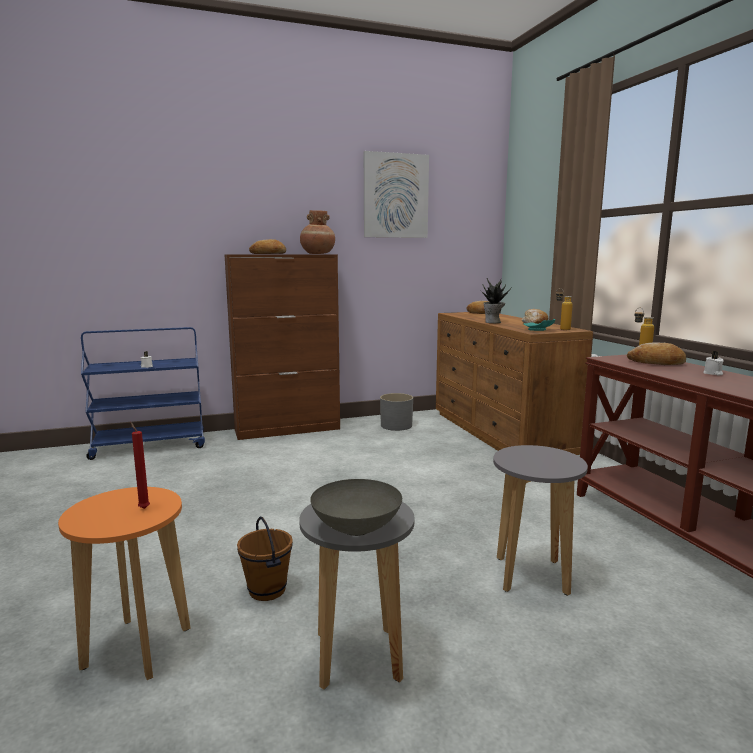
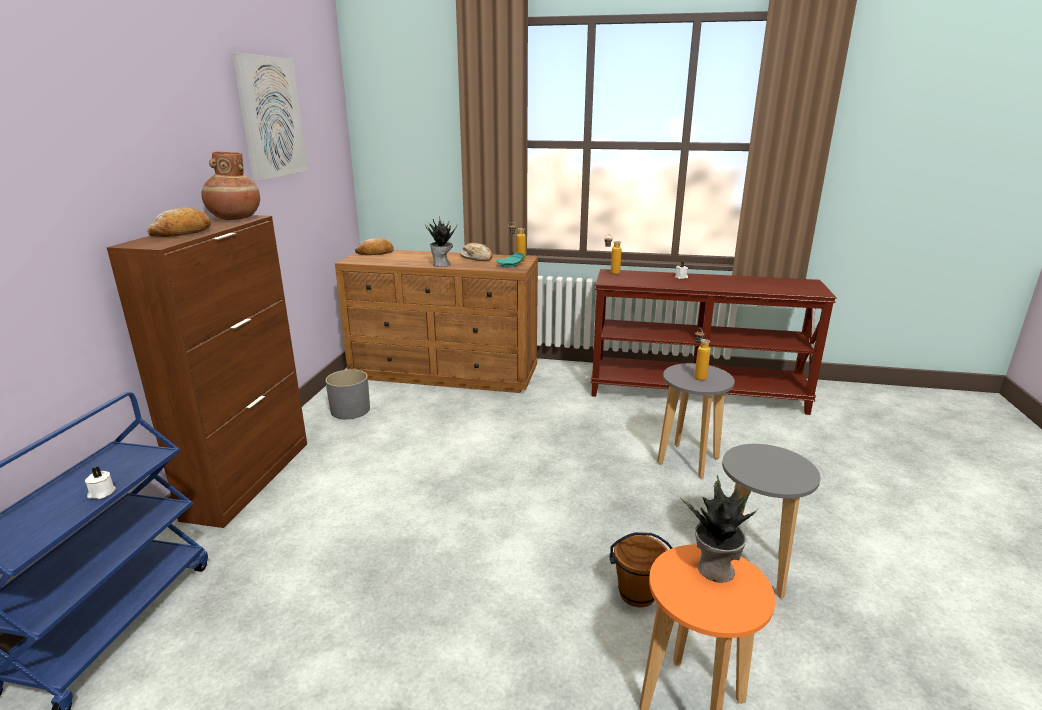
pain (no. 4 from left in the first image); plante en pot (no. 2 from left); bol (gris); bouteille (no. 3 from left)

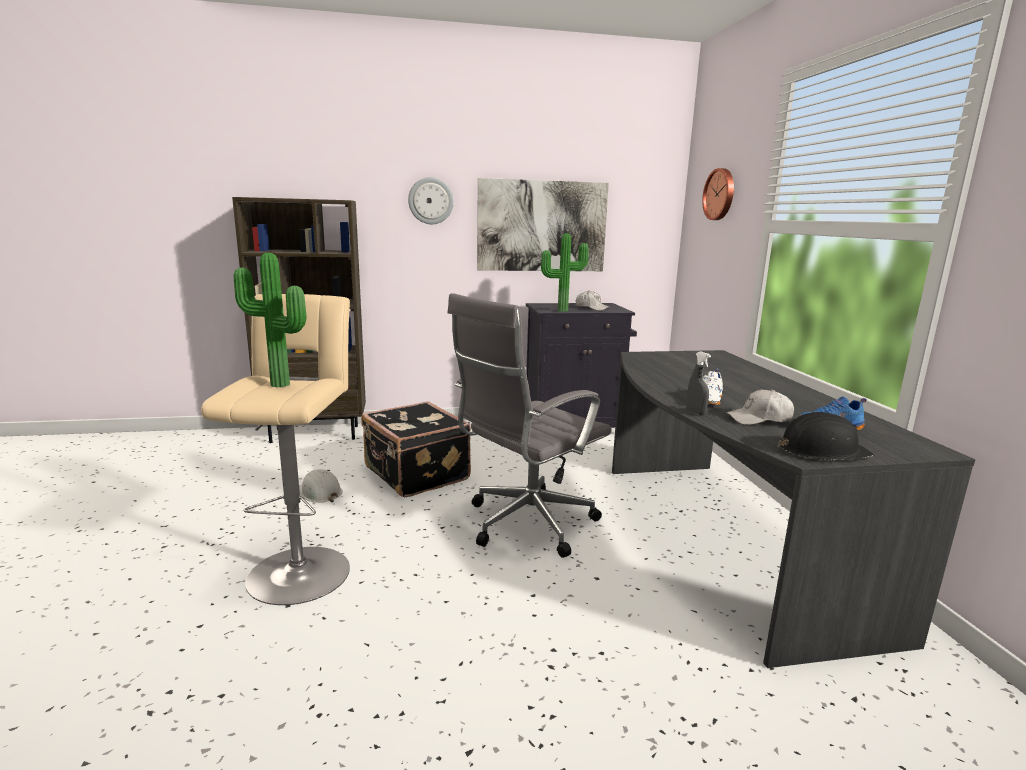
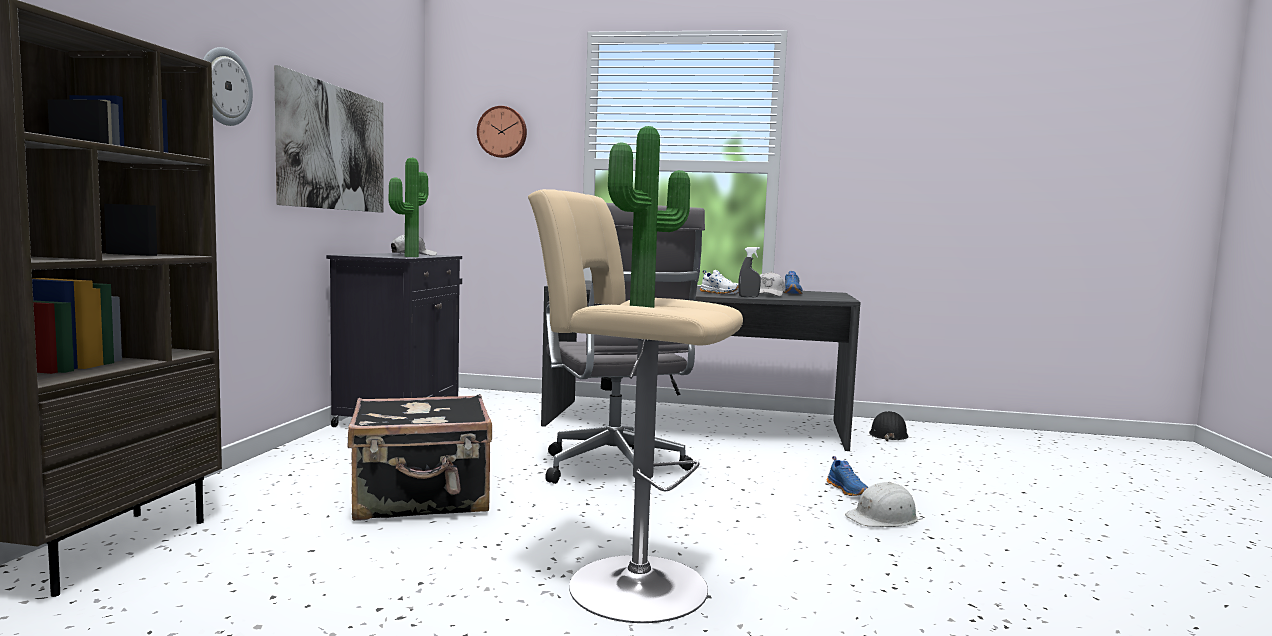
casque de chantier (noir); casque de chantier (blanc); chaussure (bleu) (no. 2 from left)

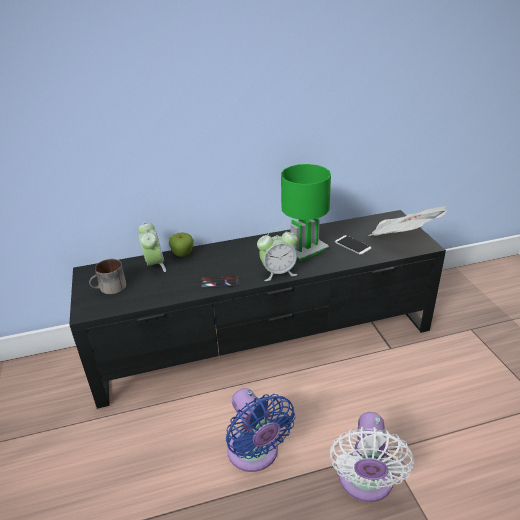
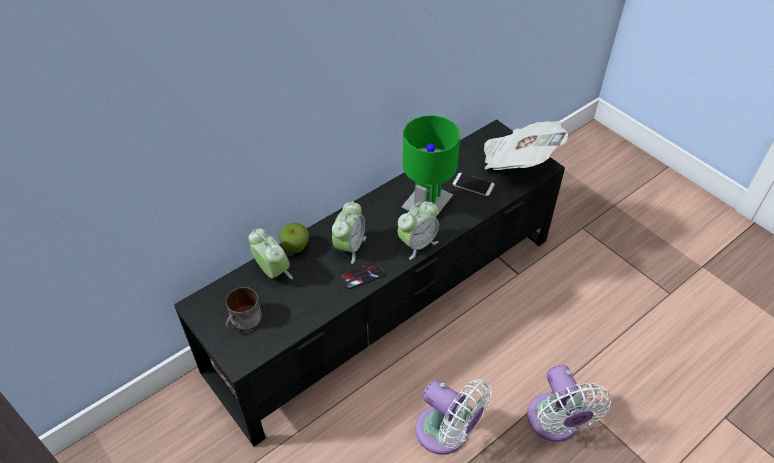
ventilateur (blanc) (no. 1 from left); réveil (no. 2 from left)

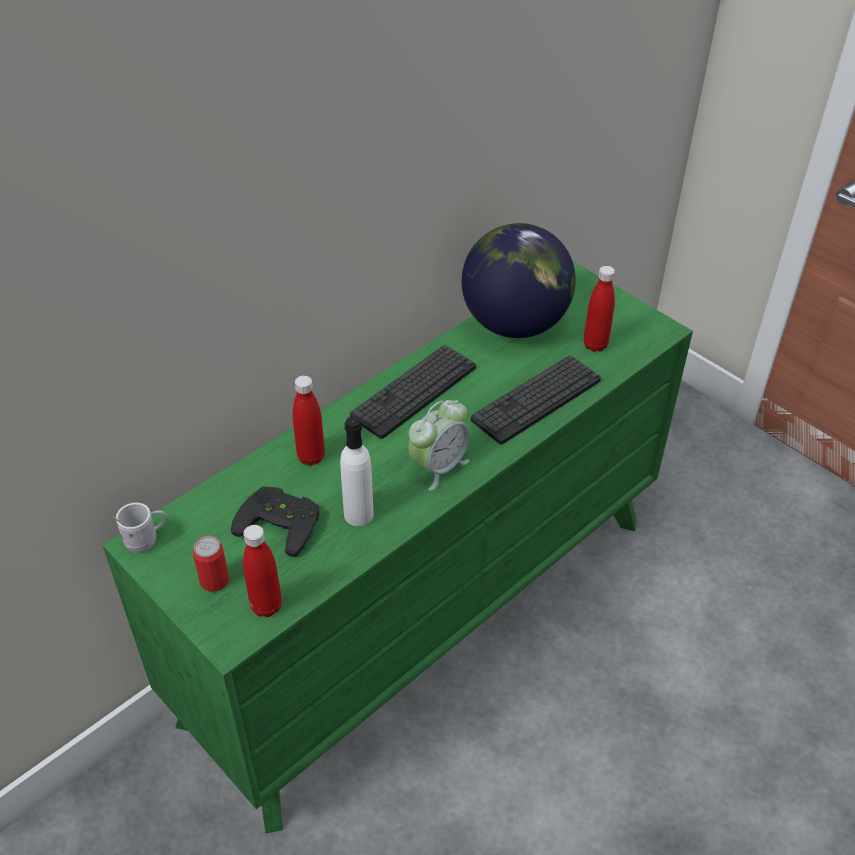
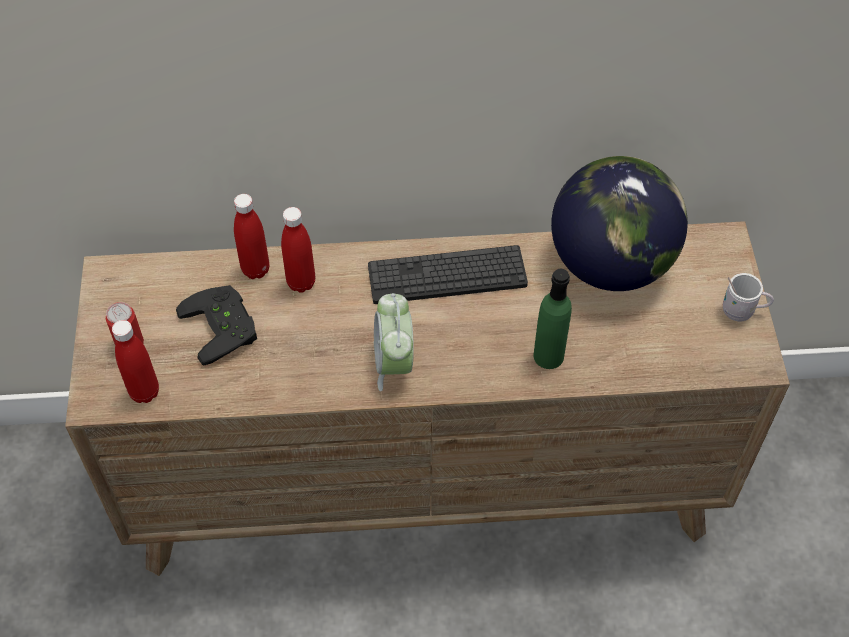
commode (marron); bouteille (rouge) (no. 2 from left); bouteille (vert); réveil; bouteille (blanc); mug (blanc)

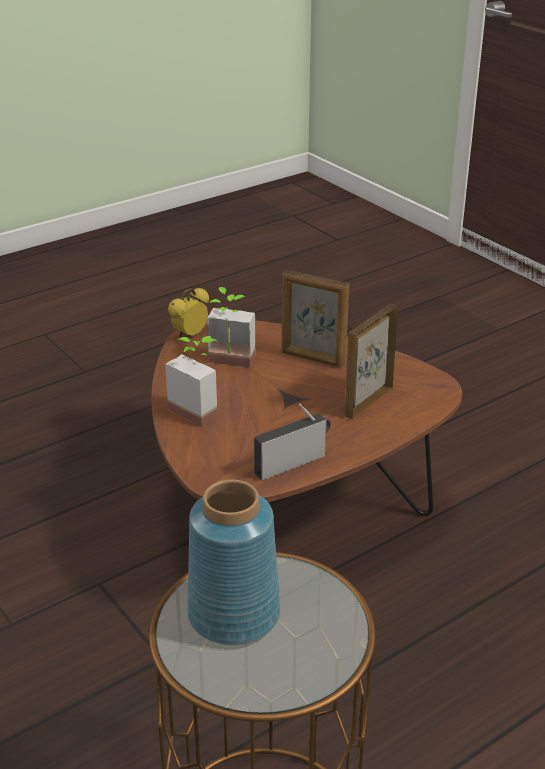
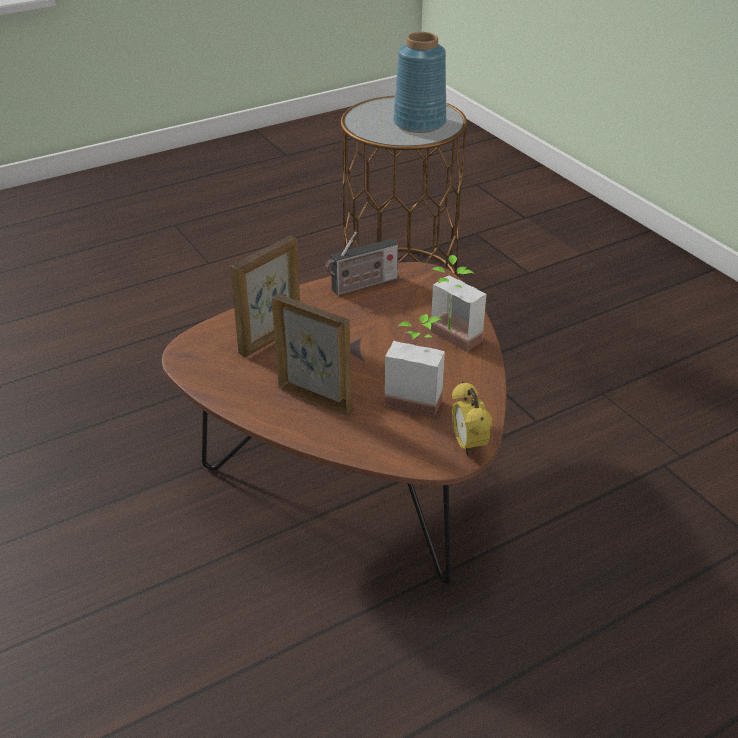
réveil

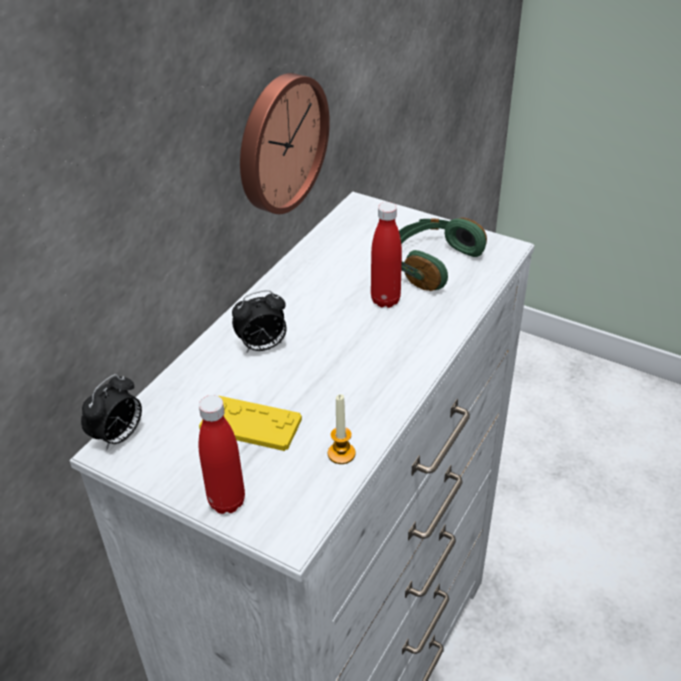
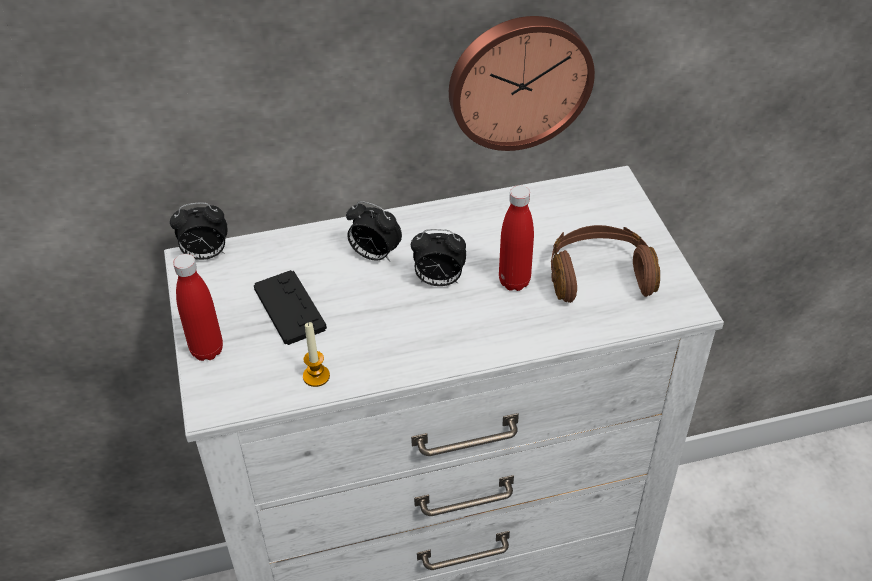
casque audio (marron); manette (noir); réveil (no. 3 from left)

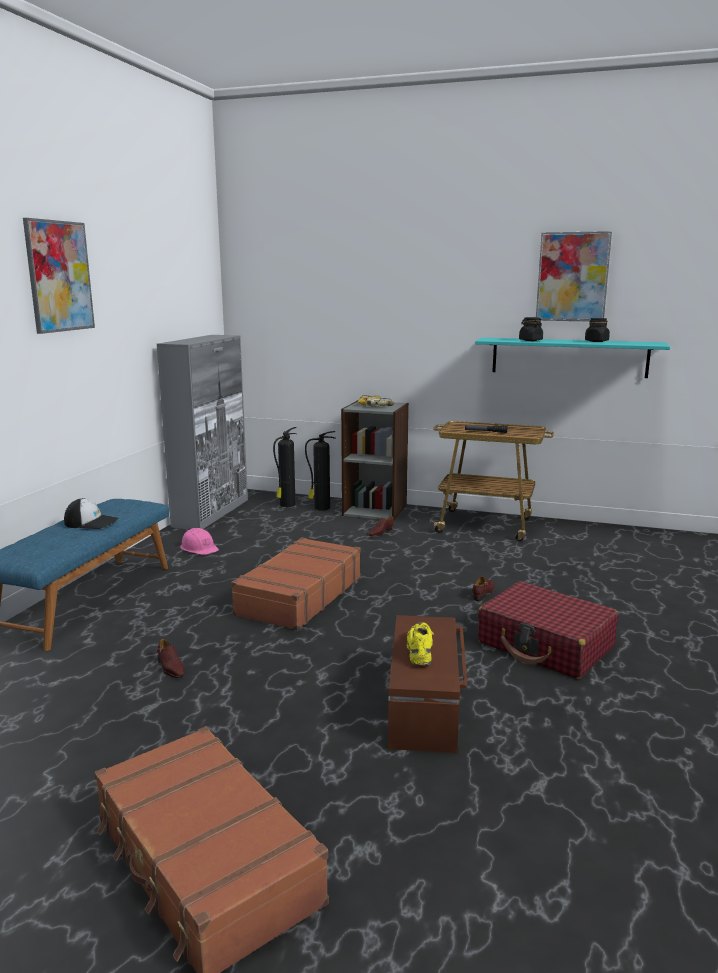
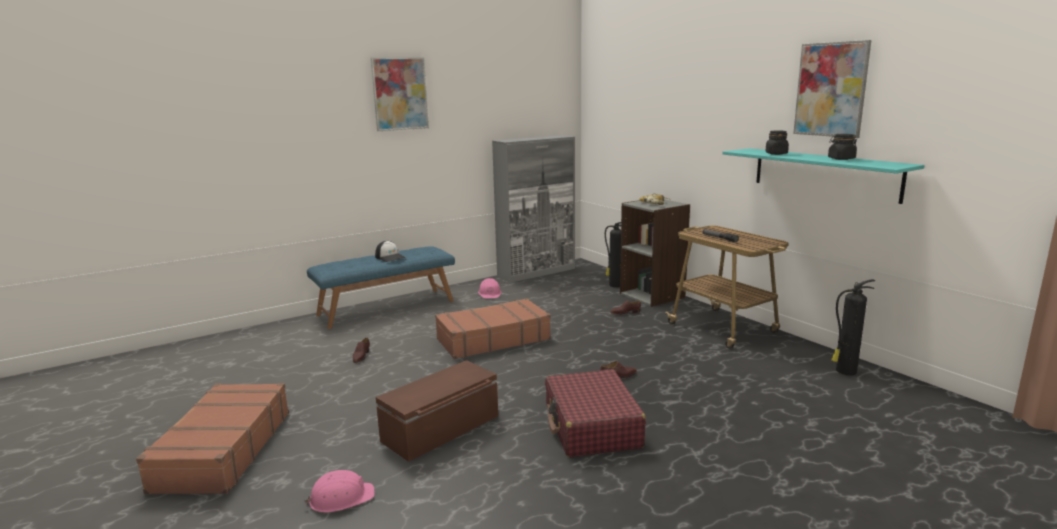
extincteur (no. 2 from left); chaussure (jaune); casque de chantier (rose) (no. 1 from left)

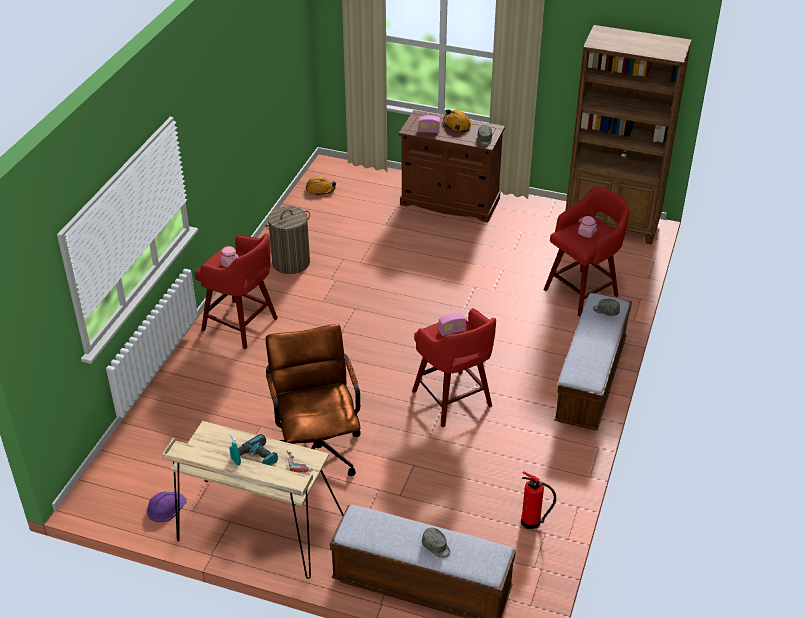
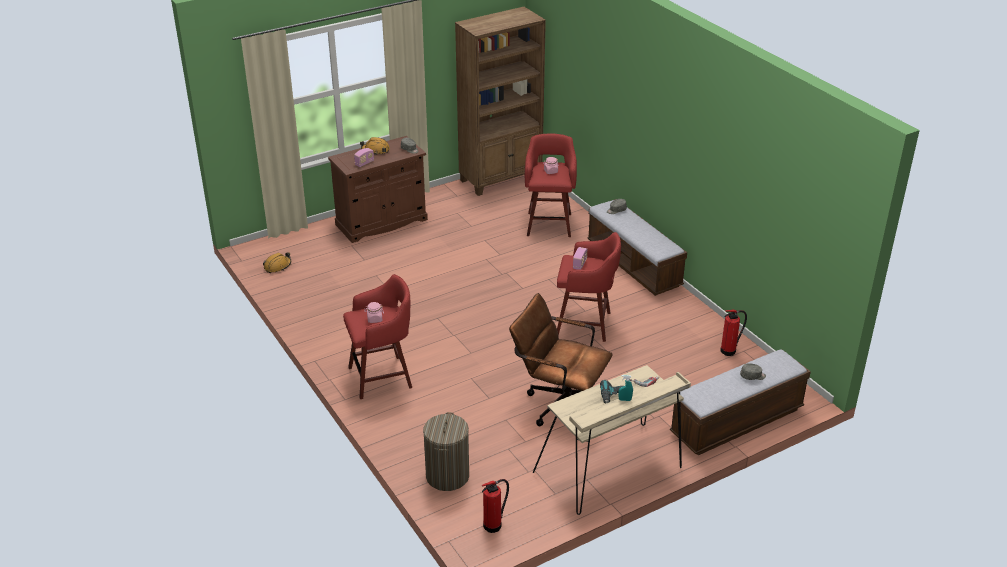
panier à linge; casque de chantier (violet); extincteur (no. 1 from left)

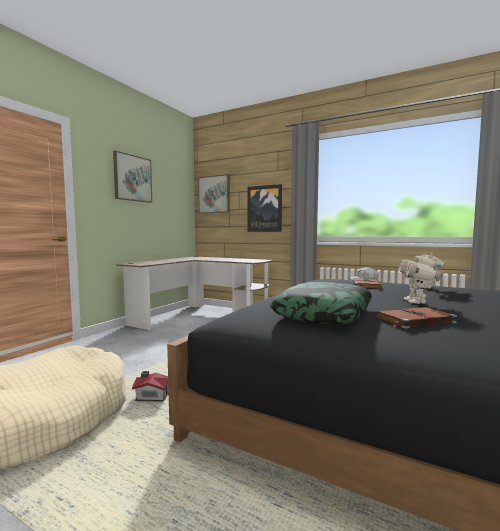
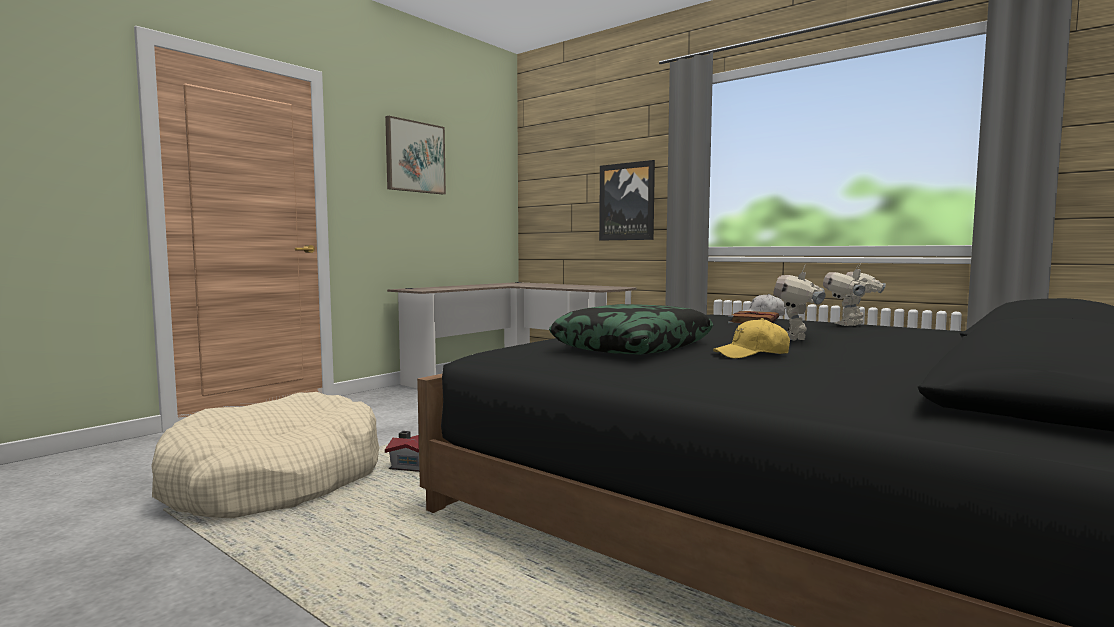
tableau (no. 2 from left in the first image); casquette (jaune)

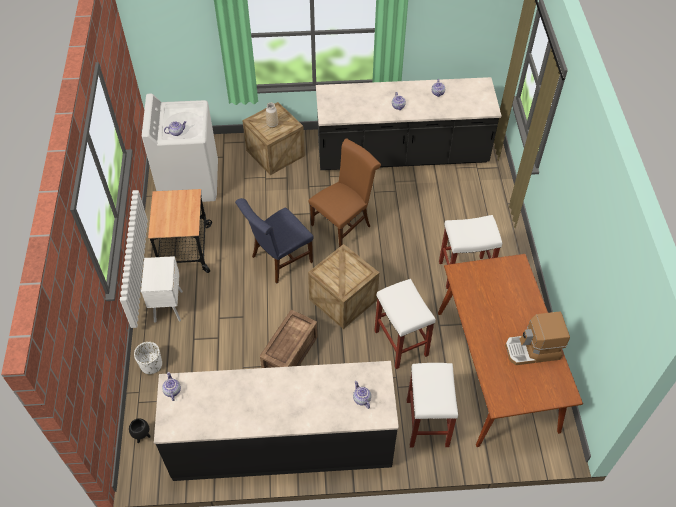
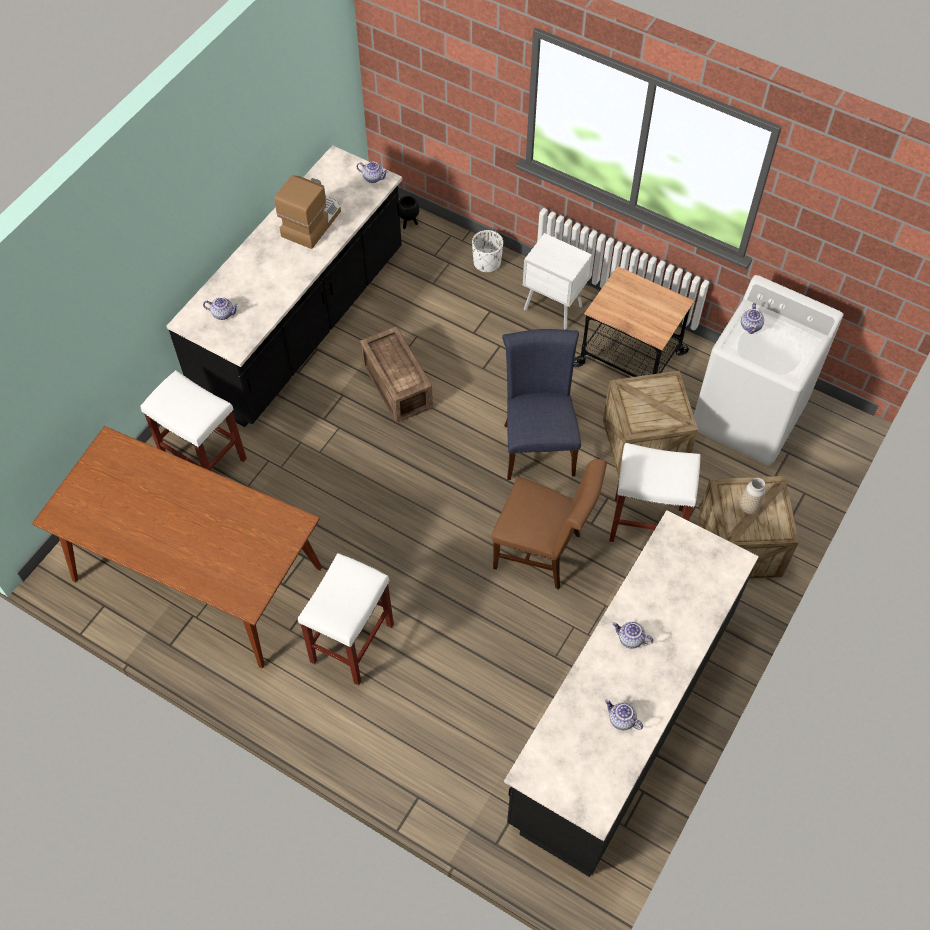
chaise (marron); caisse (no. 2 from left); tabouret (blanc) (no. 3 from left); machine à café

